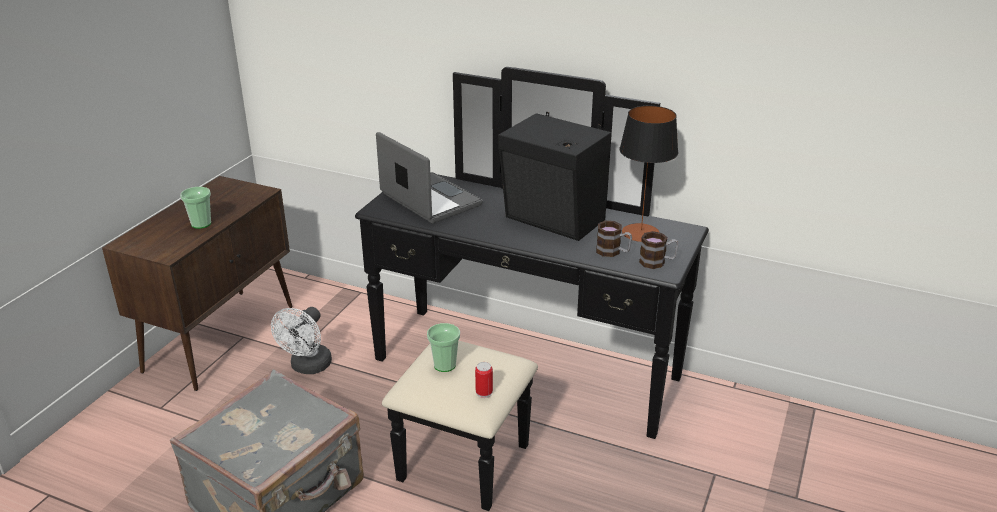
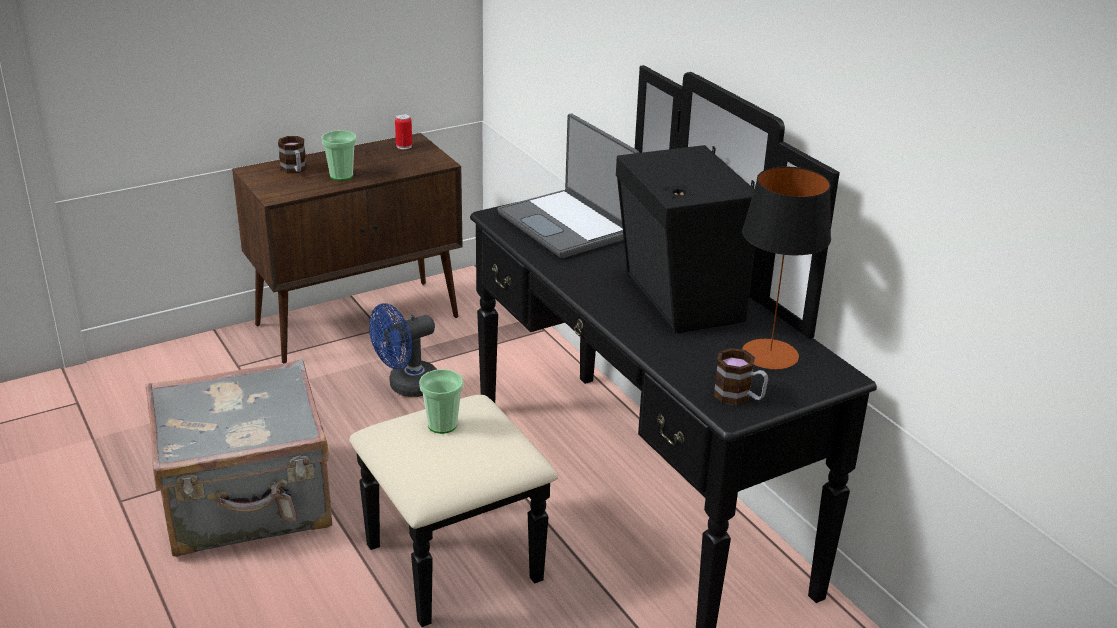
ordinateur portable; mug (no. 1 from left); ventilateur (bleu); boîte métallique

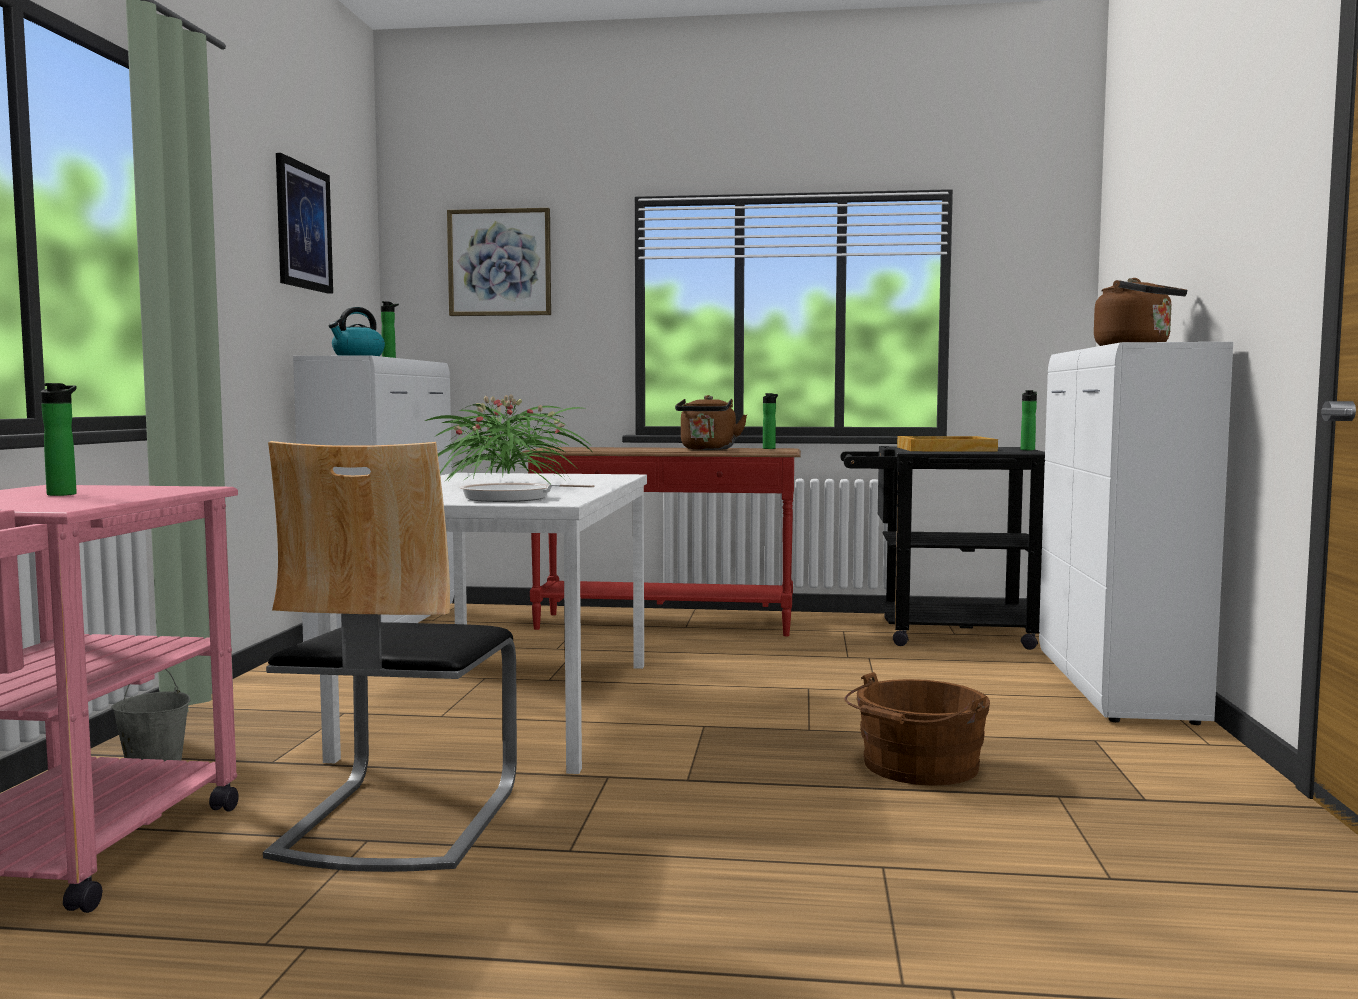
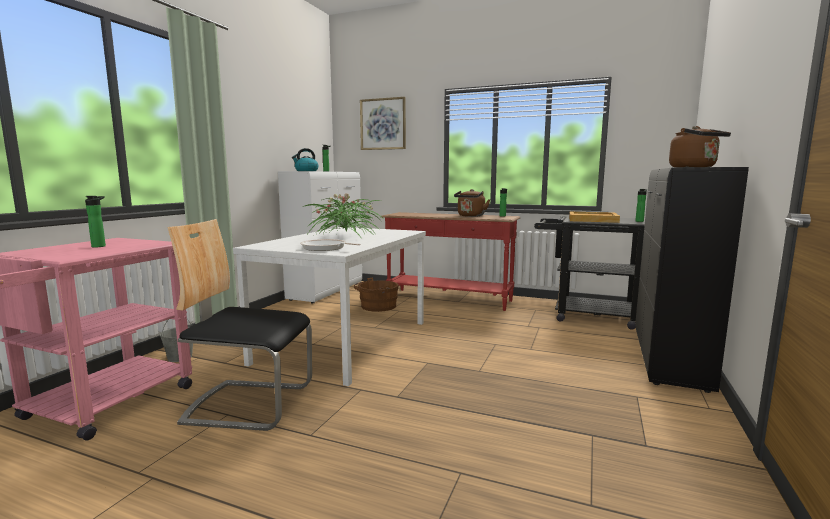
tableau (no. 1 from left in the first image); meuble de rangement (noir); chaise; seau (marron)

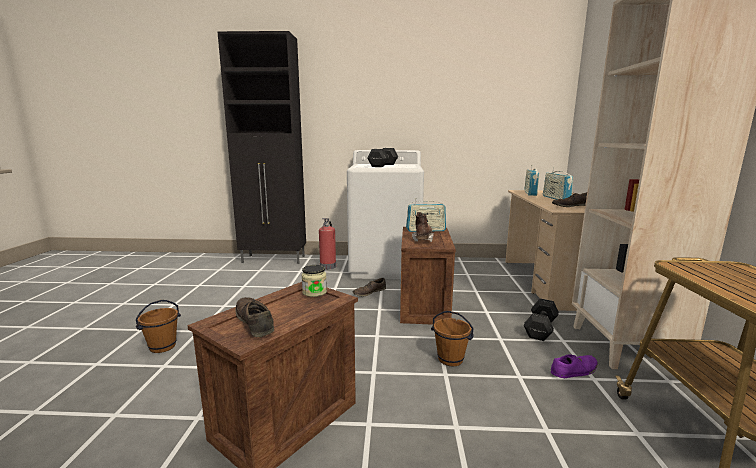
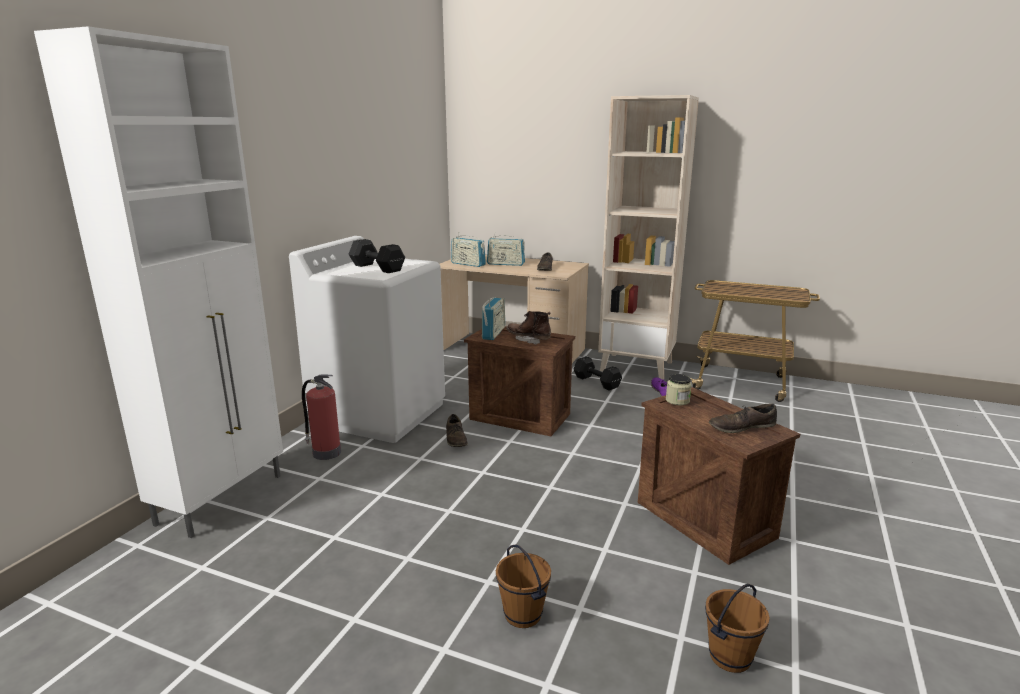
meuble de rangement (blanc); seau (marron) (no. 2 from left)

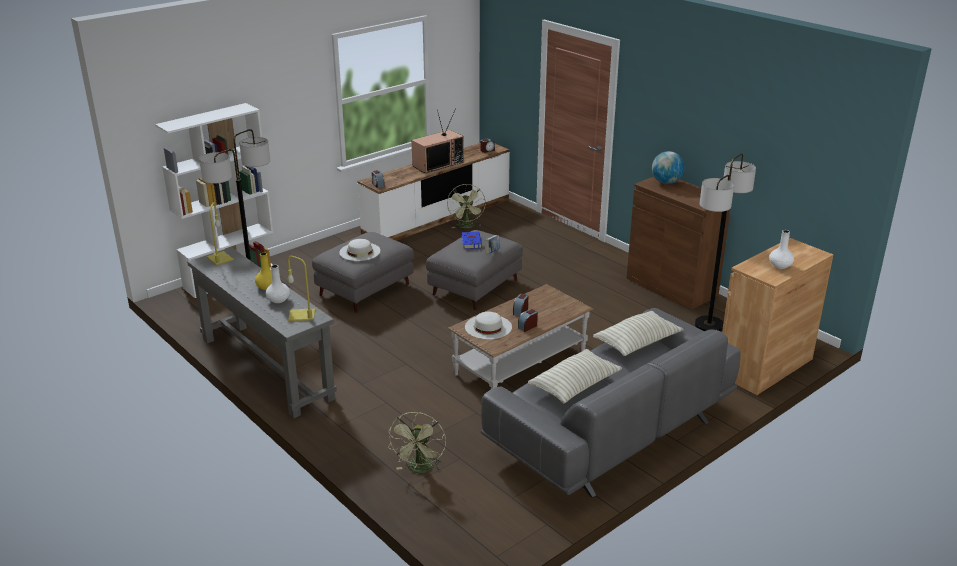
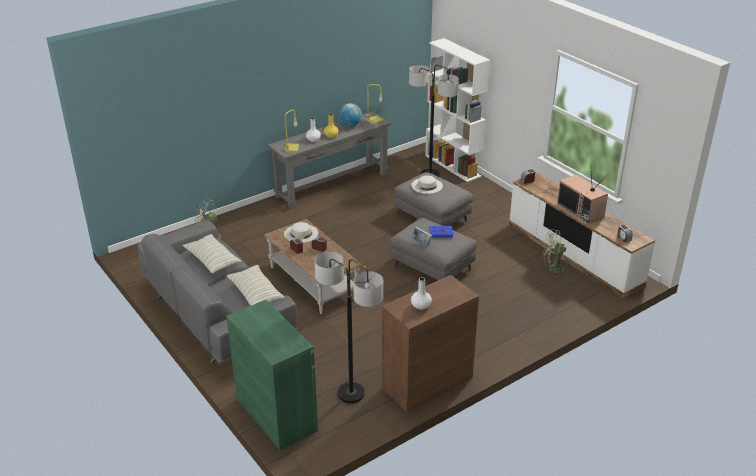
globe; vase (blanc) (no. 2 from left); meuble de rangement (vert)

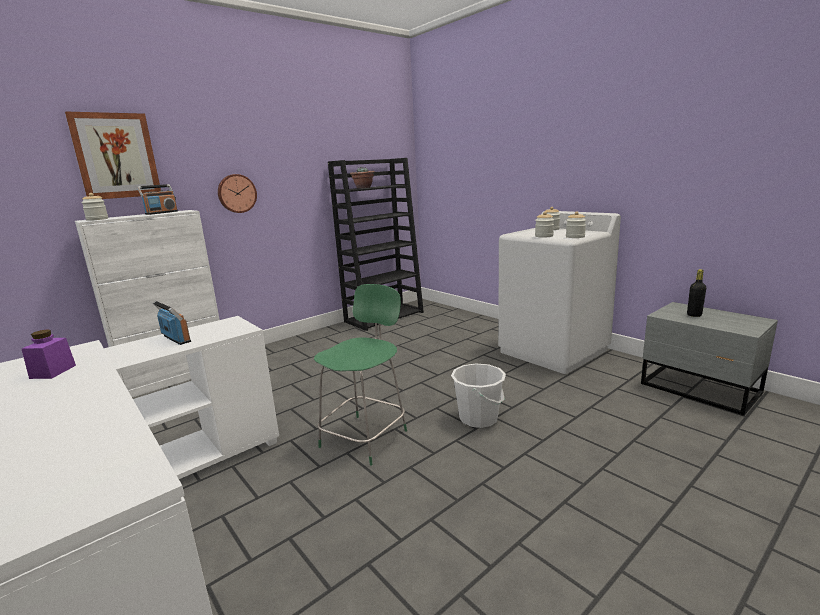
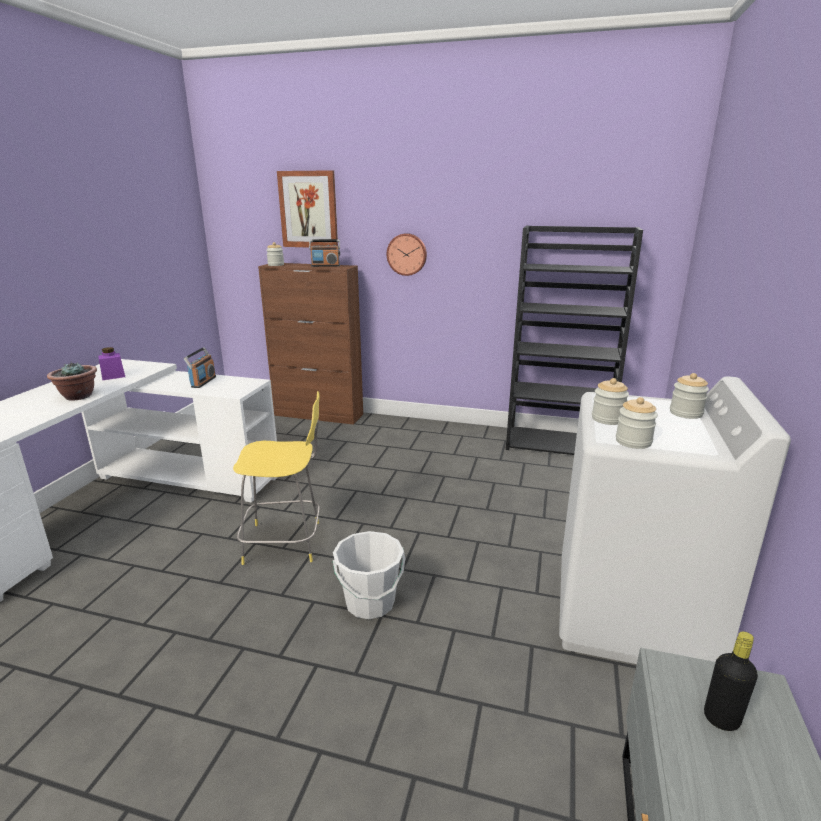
plante en pot; meuble de rangement (marron); tabouret (jaune)

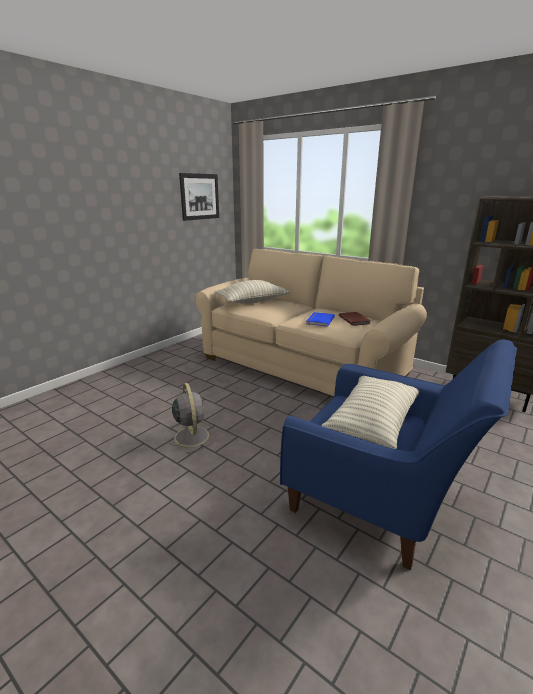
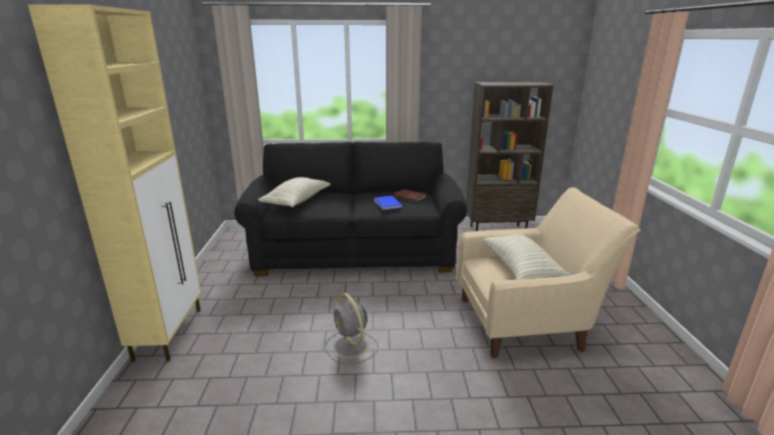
tableau; canapé (noir); fauteuil (beige); ventilateur (gris); meuble de rangement (beige)

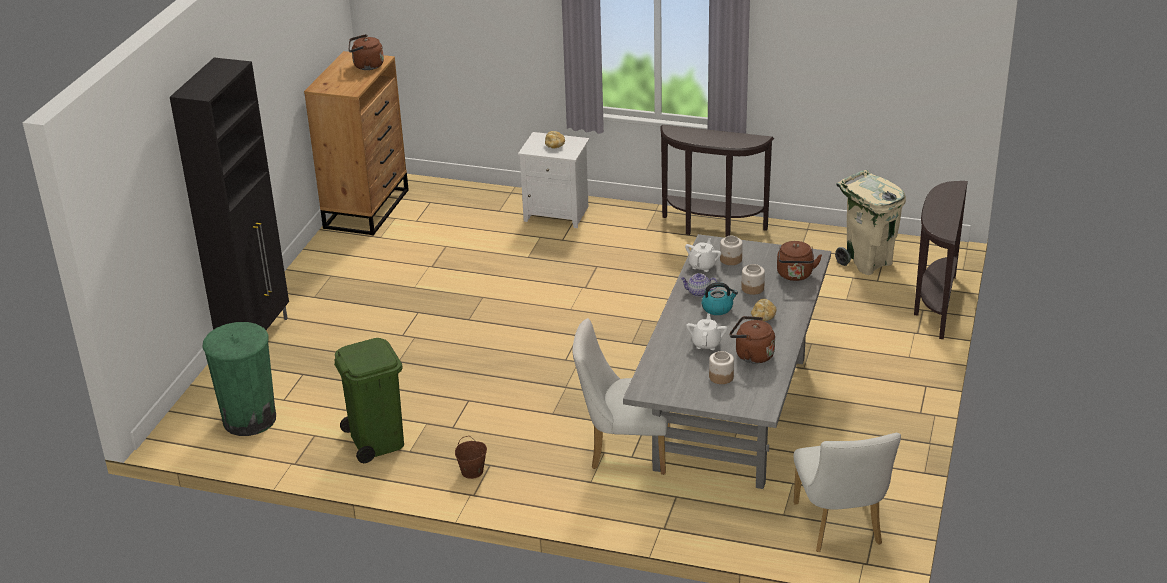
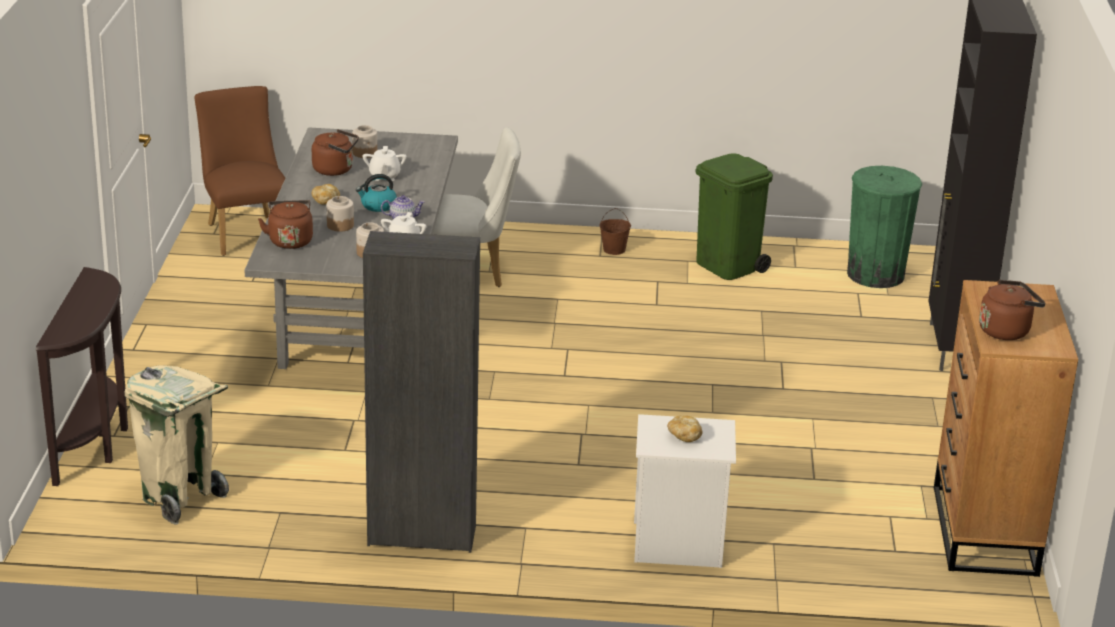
meuble de rangement (noir) (no. 1 from left); chaise (marron)

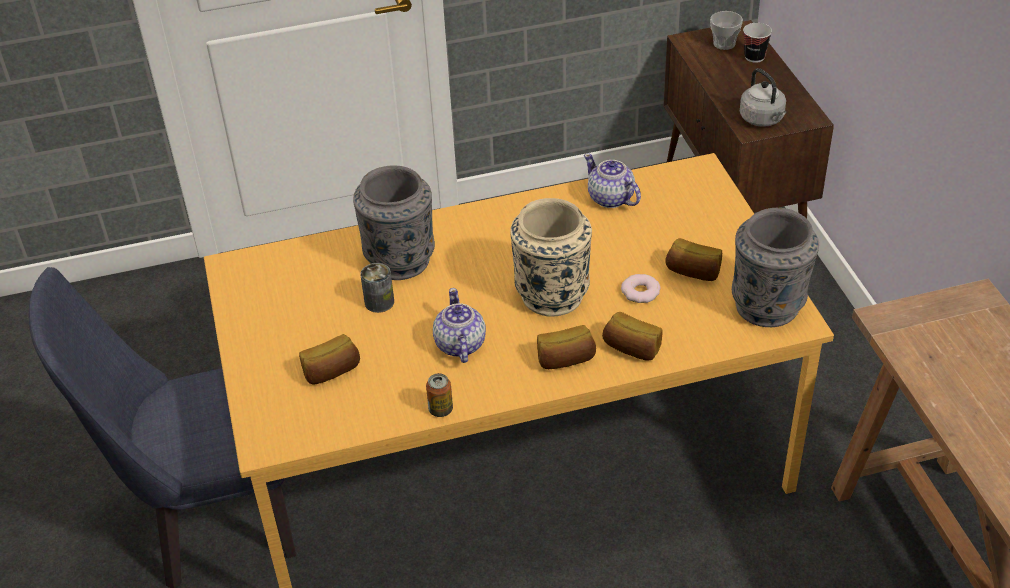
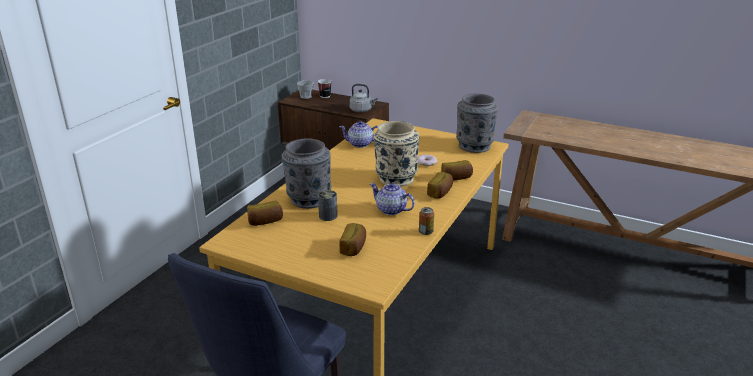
pain (no. 1 from left)

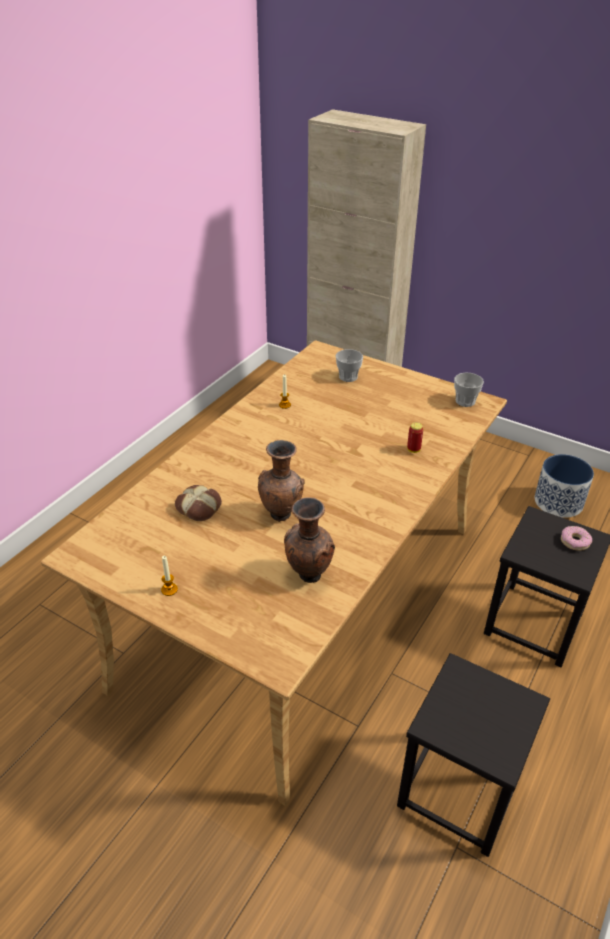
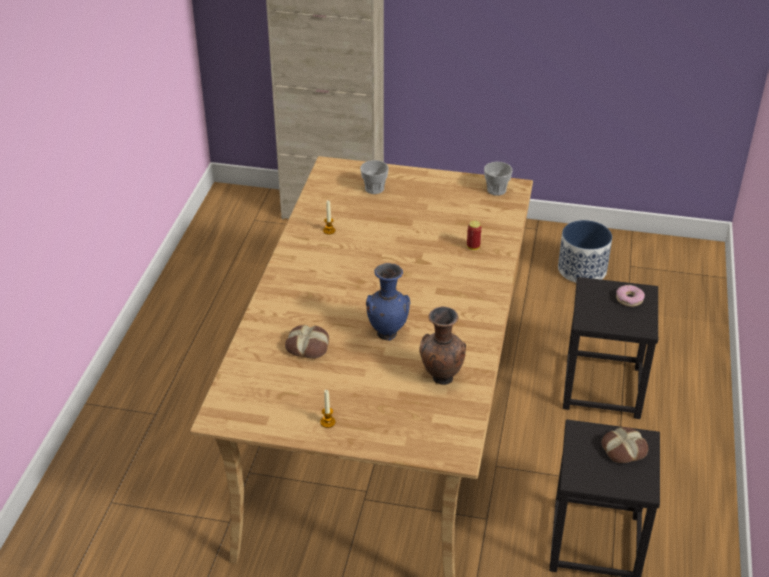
vase (bleu); pain (no. 2 from left)

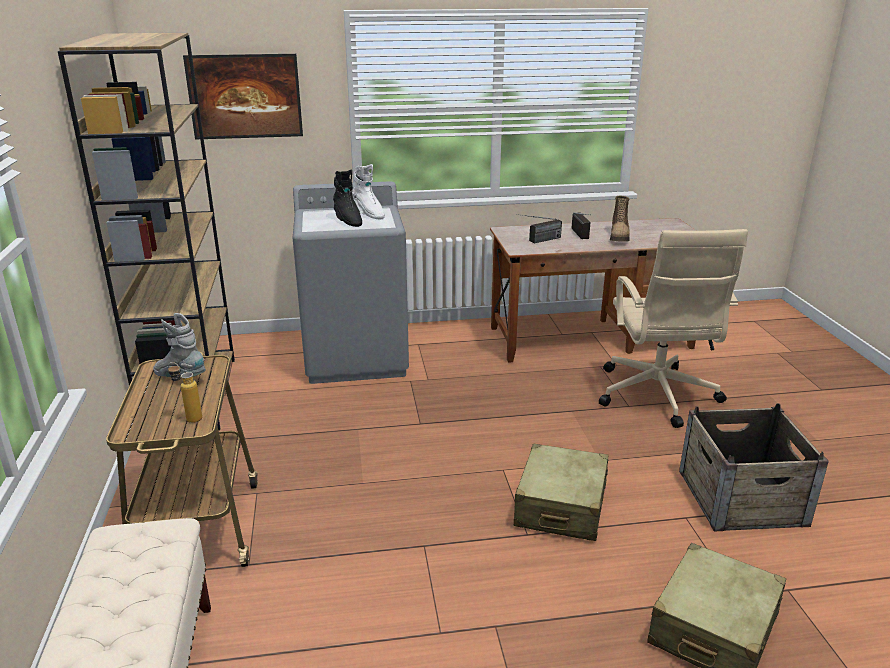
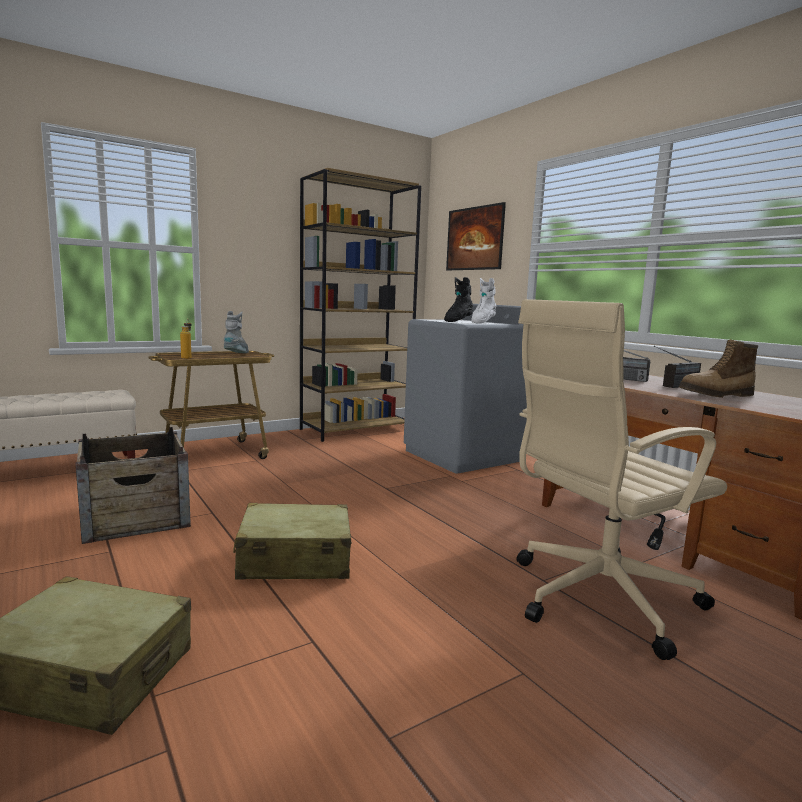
caisse

